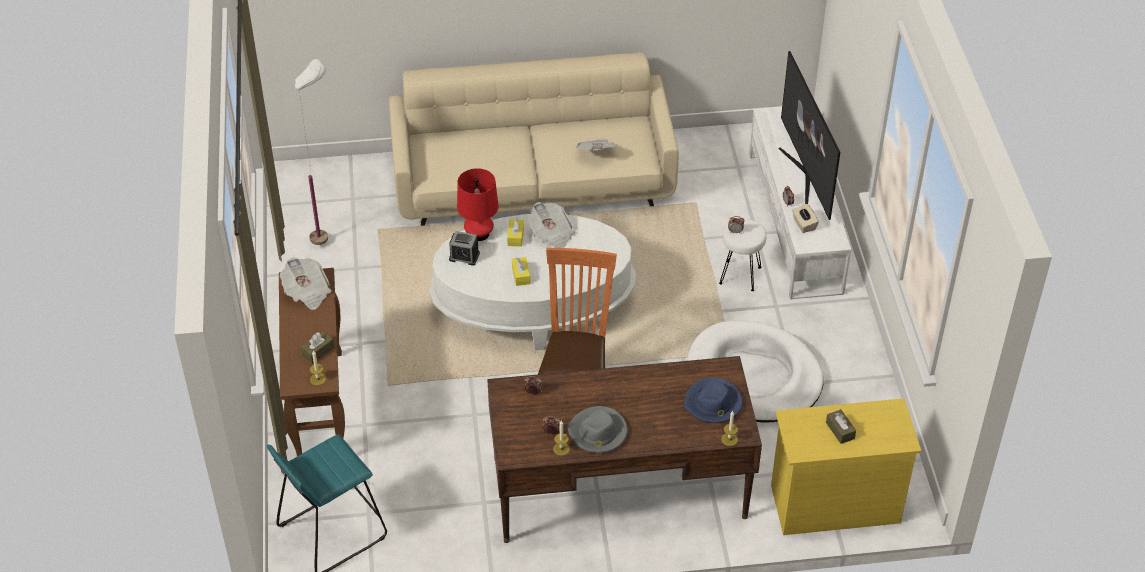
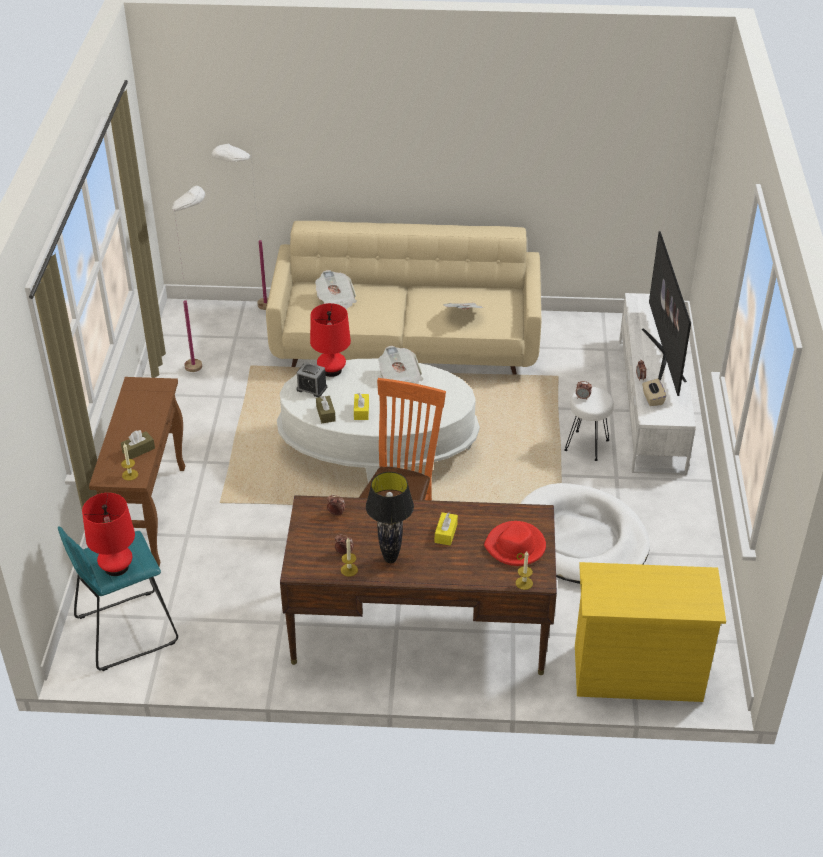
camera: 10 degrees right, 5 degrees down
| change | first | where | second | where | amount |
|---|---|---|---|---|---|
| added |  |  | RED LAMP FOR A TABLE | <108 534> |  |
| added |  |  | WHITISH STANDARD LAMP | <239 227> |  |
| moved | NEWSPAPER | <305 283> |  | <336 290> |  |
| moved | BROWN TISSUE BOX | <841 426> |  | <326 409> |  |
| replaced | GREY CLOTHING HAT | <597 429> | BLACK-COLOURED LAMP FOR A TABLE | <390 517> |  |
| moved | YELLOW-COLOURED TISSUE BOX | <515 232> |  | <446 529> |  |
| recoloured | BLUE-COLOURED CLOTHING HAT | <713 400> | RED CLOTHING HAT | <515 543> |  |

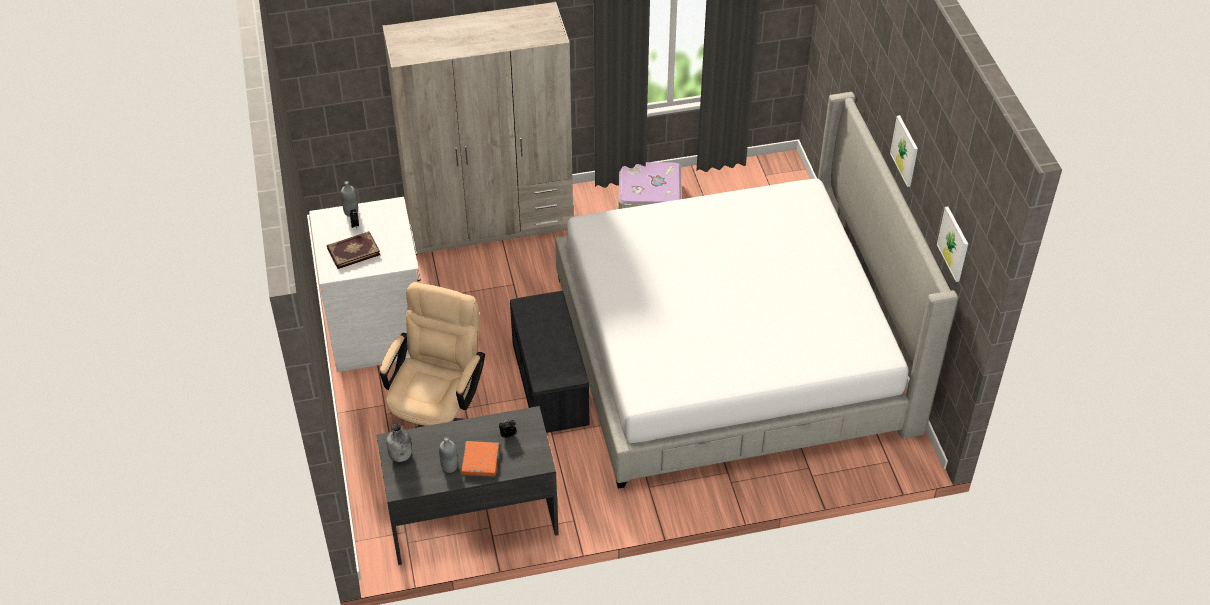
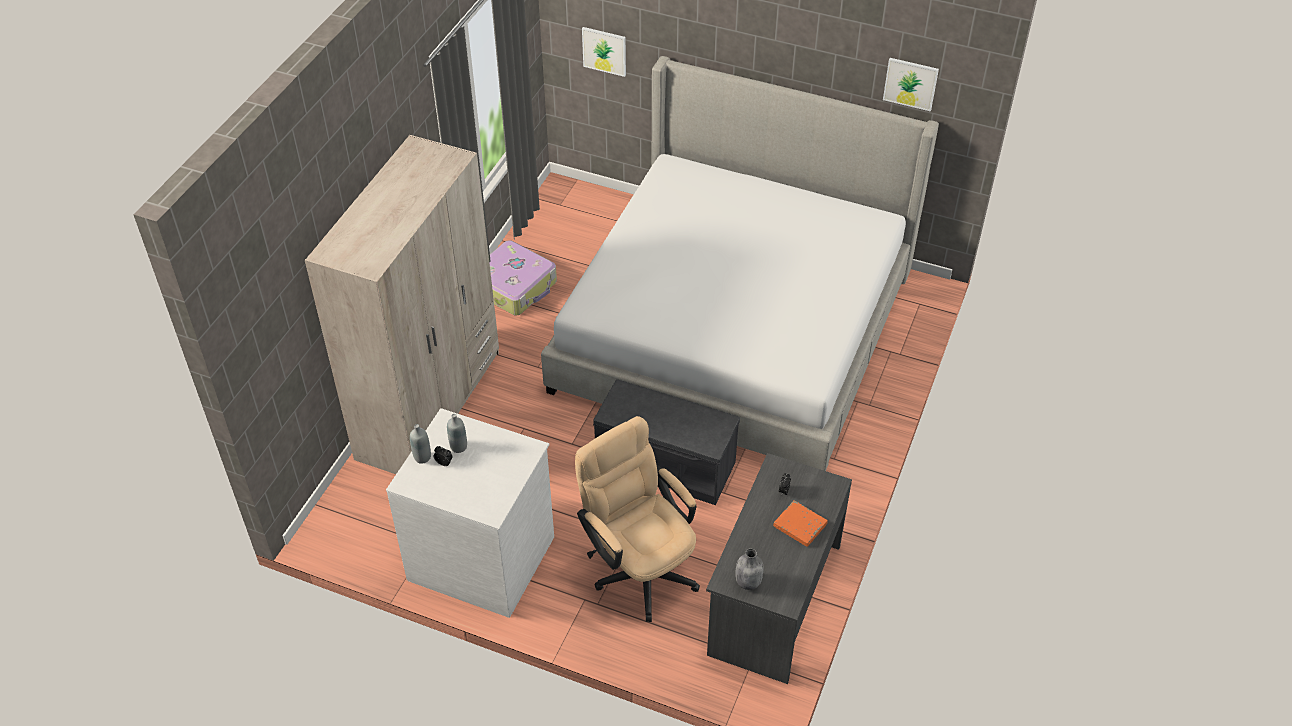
camera: 55 degrees left, 0 degrees up
| change | first | where | second | where | amount |
|---|---|---|---|---|---|
| moved | GREY DRINK BOTTLE | <448 455> |  | <457 433> |  |
| moved | WALL ART | <904 151> |  | <604 52> |  |
| removed | VOLUME | <353 250> |  |  |  |

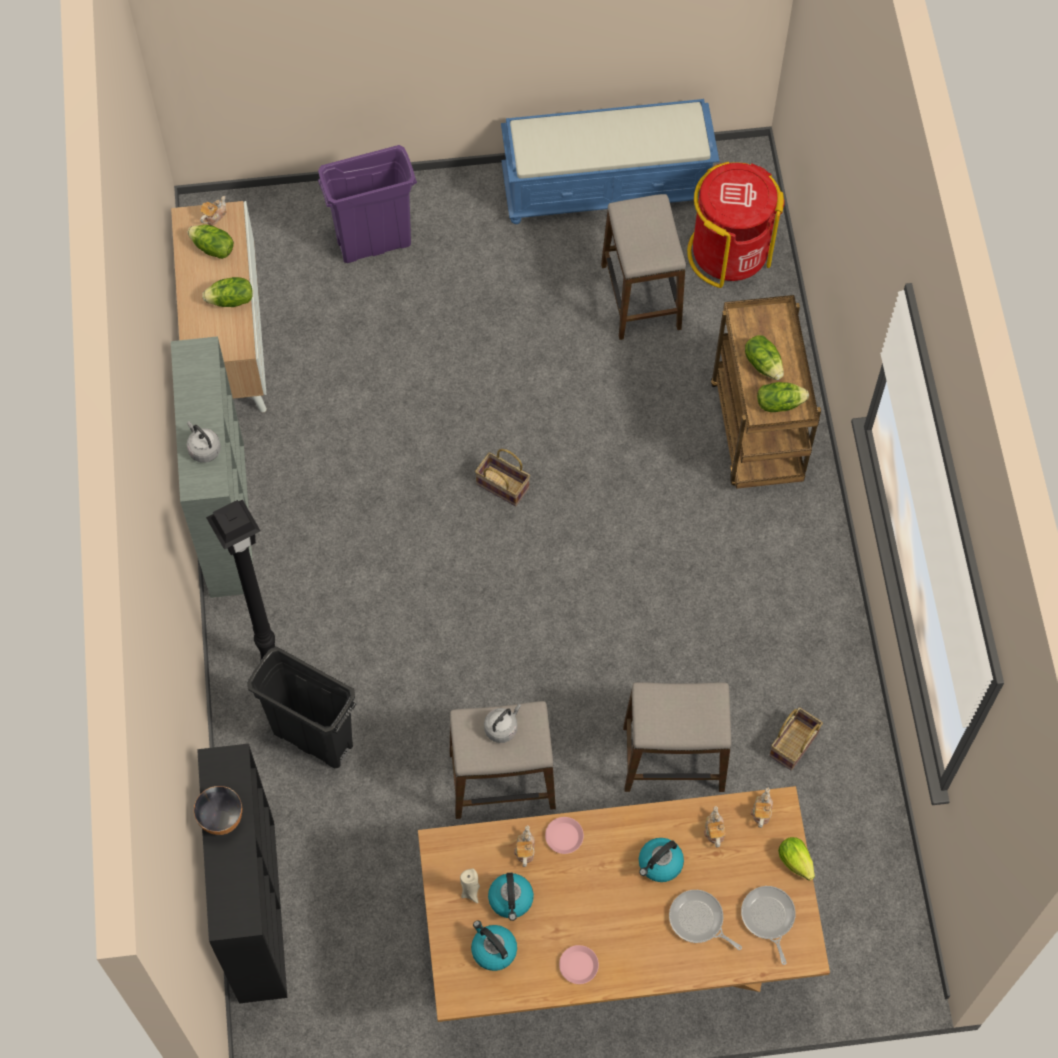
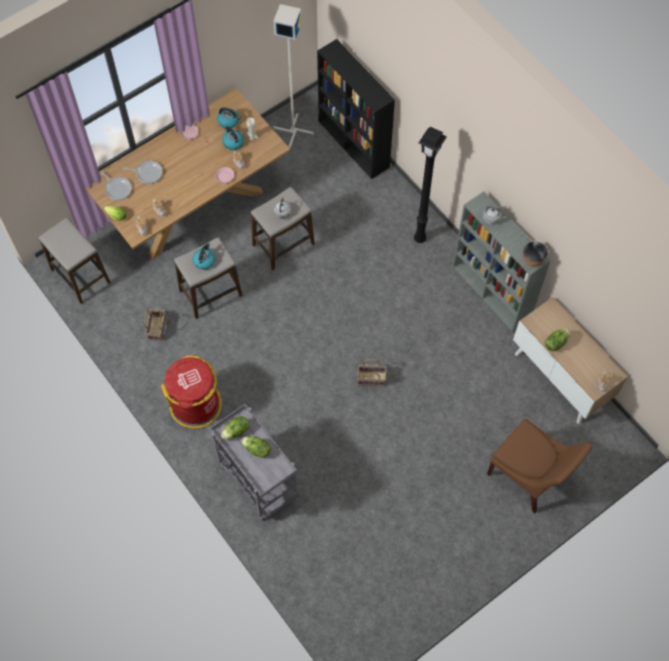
camera: 150 degrees right, 0 degrees up
| change | first | where | second | where | amount |
|---|---|---|---|---|---|
| moved | SITTING STOOL | <643 267> |  | <75 261> |  |
| moved | RED WASTE BIN | <736 225> |  | <191 392> |  |
| moved | TEA KETTLE | <661 860> |  | <204 256> |  |
| recoloured | BROWN TROLLEY | <766 392> | GREY TROLLEY | <254 462> |  |
| added |  |  | GREY STANDARD LAMP | <293 76> |  |
| replaced | PURPLE WASTE BIN | <367 204> | BROWN CHAIR | <539 466> |  |
| moved | BOWL | <218 810> |  | <535 254> |  |
| removed | LETTUCE | <211 242> |  |  |  |
| removed | BLACK-COLOURED WASTE BIN | <301 707> |  |  |  |
| removed | BLUE-COLOURED BENCH | <610 161> |  |  |  |

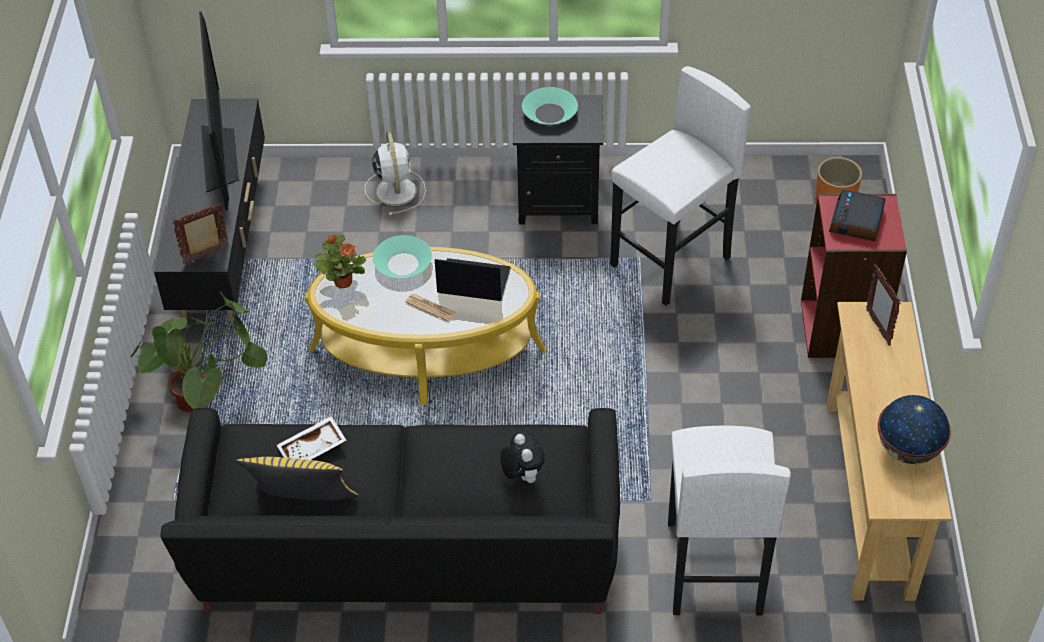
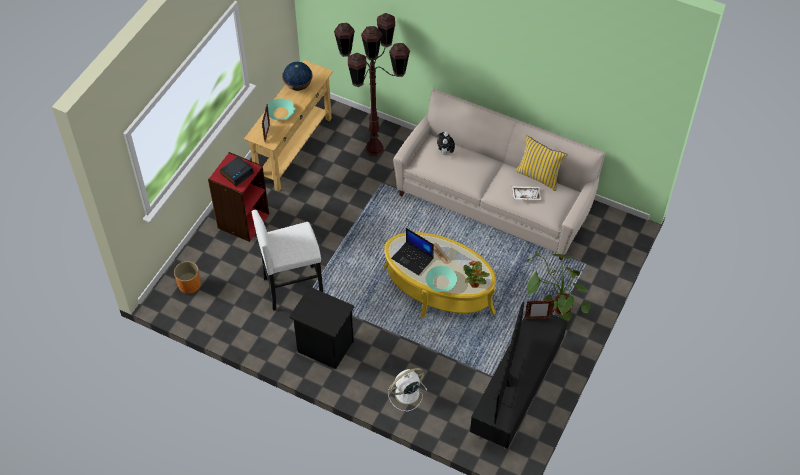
camera: 155 degrees left, 5 degrees up
| change | first | where | second | where | amount |
|---|---|---|---|---|---|
| moved | BLUE-GREEN BOWL | <550 105> |  | <281 109> |  |
| replaced | WHITISH SITTING STOOL | <729 520> | BROWN STANDARD LAMP | <372 84> |  |
| turned | WHITISH COOLING FAN | <395 173> |  | <408 389> | 45 degrees clockwise |
| recoloured | BLACK-COLOURED COUCH | <390 511> | SAND-COLOURED COUCH | <499 174> |  |

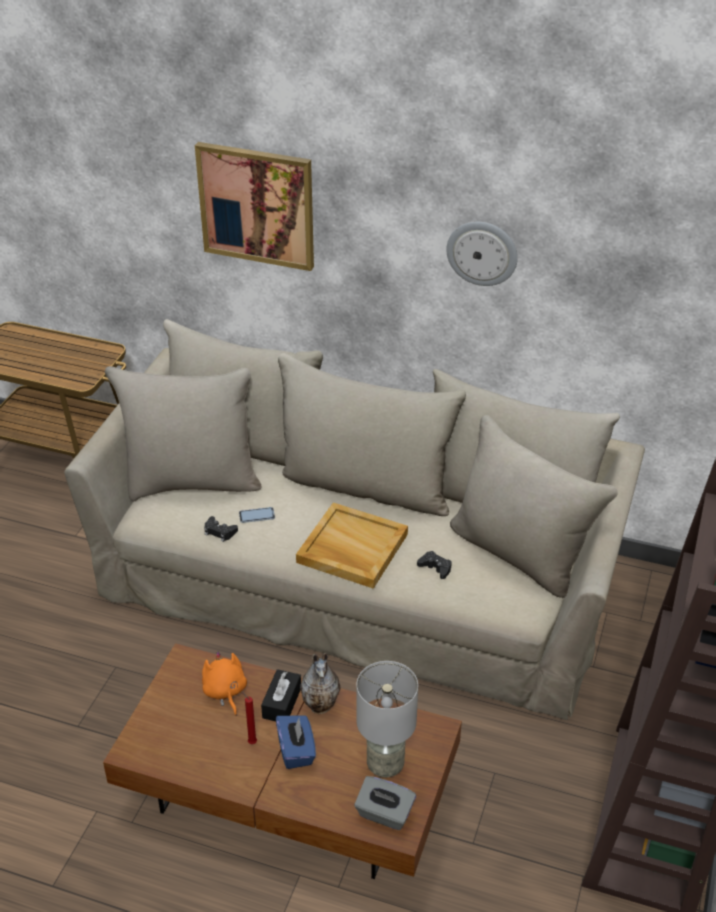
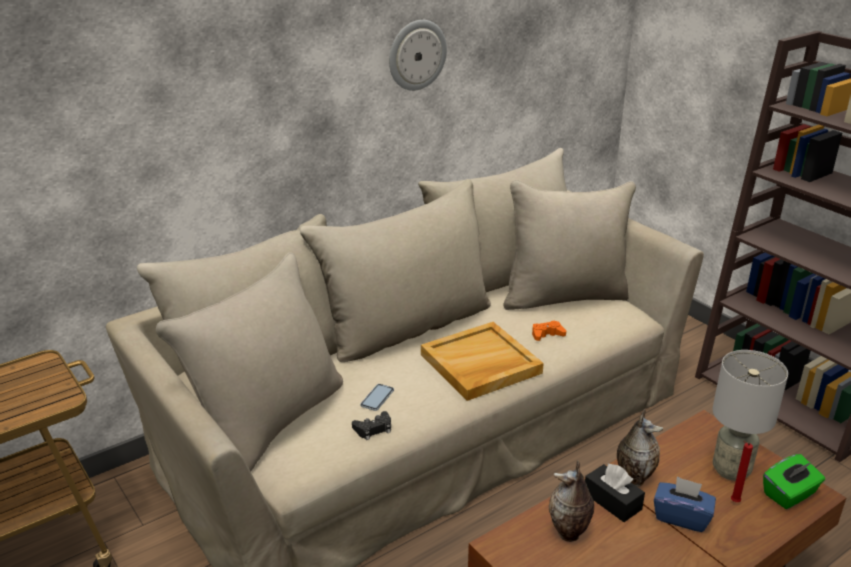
camera: 55 degrees left, 10 degrees down
| change | first | where | second | where | amount |
|---|---|---|---|---|---|
| recoloured | BLACK-COLOURED GAME CONTROLLER | <434 565> | ORANGE GAME CONTROLLER | <549 330> |  |
| replaced | ORANGE CUDDLY TOY | <224 683> | VASE | <571 501> |  |
| moved | RED CANDLE | <249 717> |  | <742 471> |  |
| recoloured | GREY TISSUE BOX | <385 803> | GREENISH TISSUE BOX | <794 481> |  |
| removed | WALL ART | <254 206> |  |  |  |

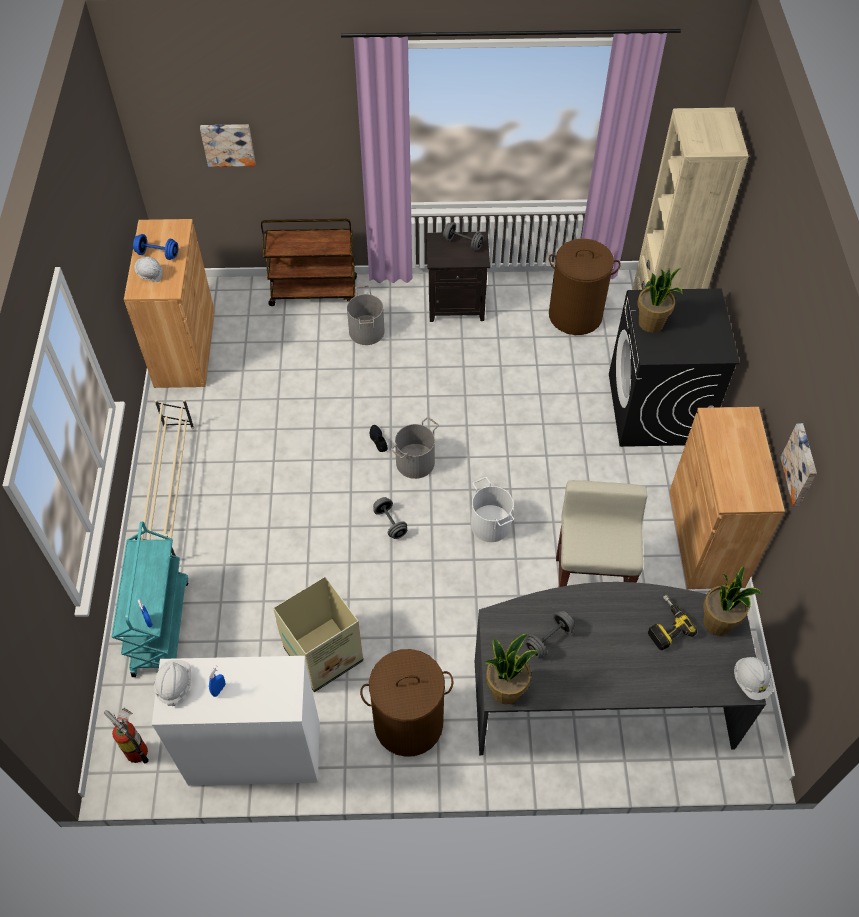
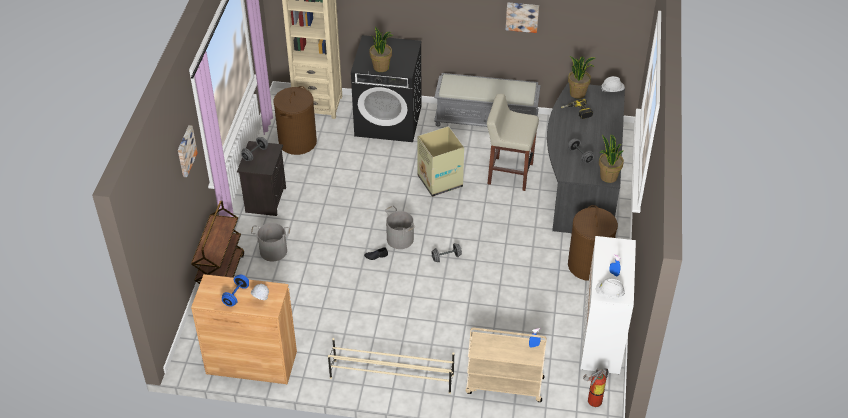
camera: 80 degrees left, 10 degrees down
| change | first | where | second | where | amount |
|---|---|---|---|---|---|
| moved | WALL ART | <227 145> |  | <188 151> |  |
| moved | CARDBOARD BOX | <318 634> |  | <440 161> |  |
| replaced | BROWN CABINET | <727 498> | GREY BENCH | <487 100> |  |
| recoloured | BLUE-GREEN TROLLEY | <150 599> | SAND-COLOURED TROLLEY | <506 365> |  |
| removed | WHITISH PAIL | <492 509> |  |  |  |

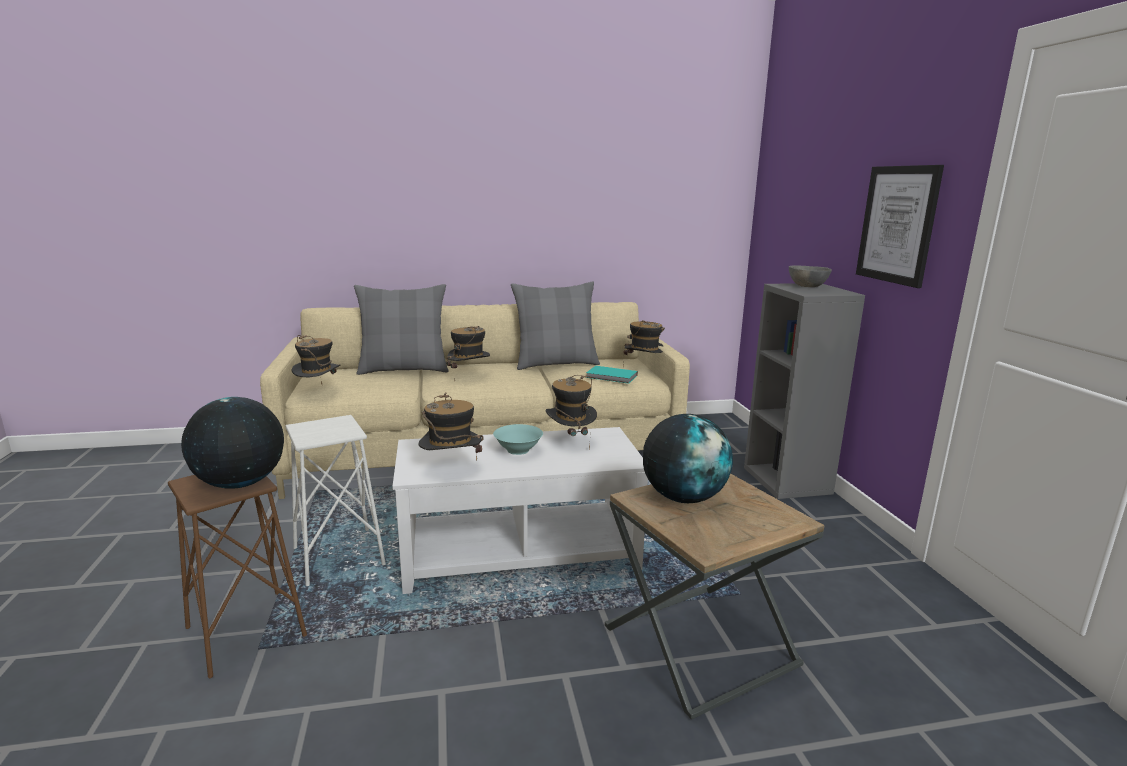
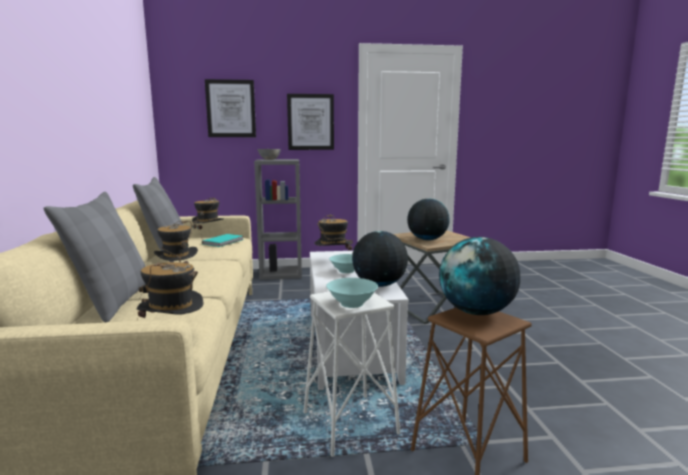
camera: 85 degrees left, 5 degrees down
| change | first | where | second | where | amount |
|---|---|---|---|---|---|
| added |  |  | WALL ART | <230 108> |  |
| added |  |  | BLUE-GREEN BOWL | <352 293> |  |
| replaced | CLOTHING HAT | <451 427> | WORLD GLOBE | <380 259> |  |

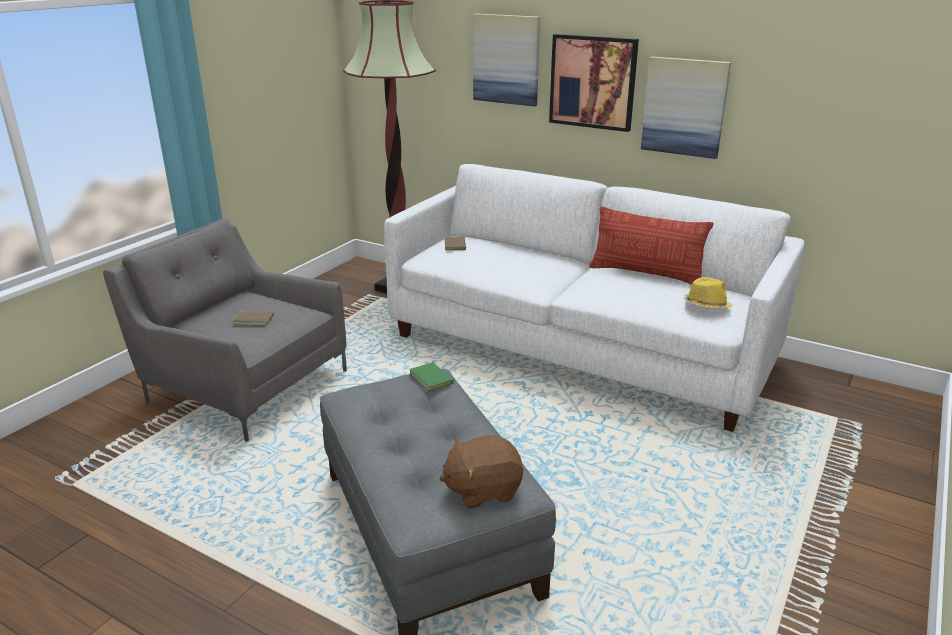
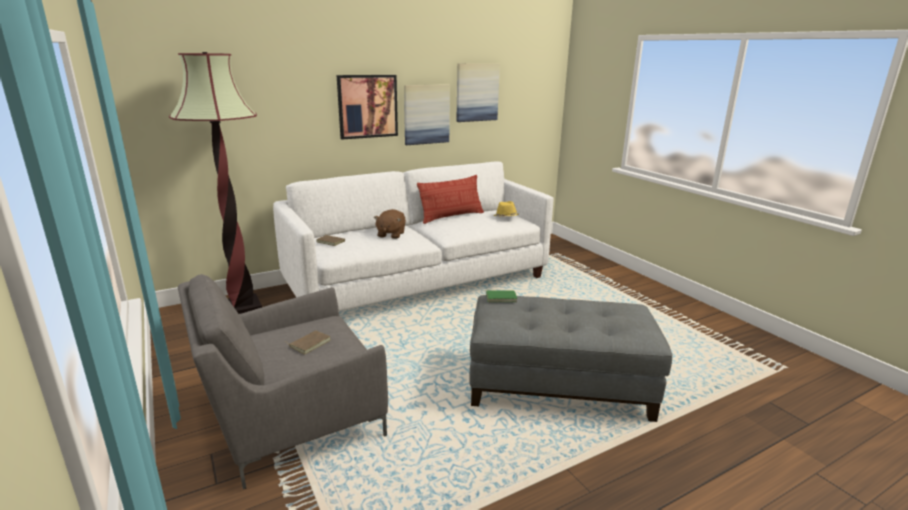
camera: 60 degrees left, 5 degrees down
| change | first | where | second | where | amount |
|---|---|---|---|---|---|
| moved | BROWN CUDDLY TOY | <481 471> |  | <390 224> |  |
| moved | WALL ART | <506 60> |  | <478 93> |  |

